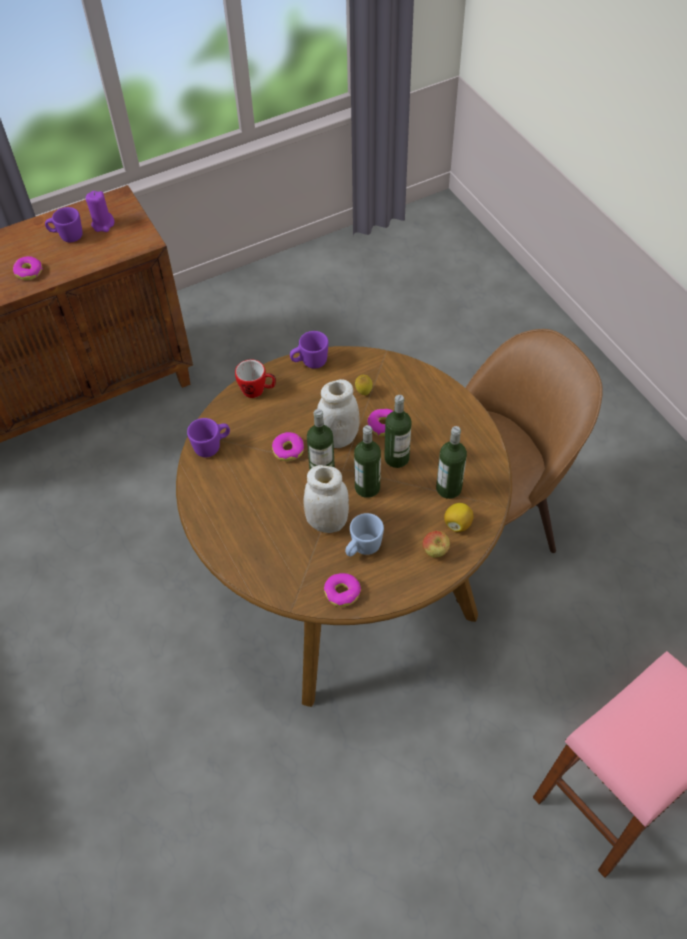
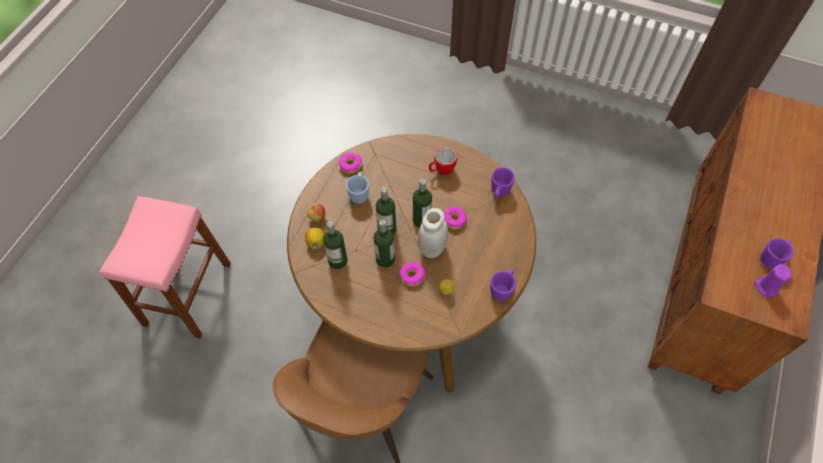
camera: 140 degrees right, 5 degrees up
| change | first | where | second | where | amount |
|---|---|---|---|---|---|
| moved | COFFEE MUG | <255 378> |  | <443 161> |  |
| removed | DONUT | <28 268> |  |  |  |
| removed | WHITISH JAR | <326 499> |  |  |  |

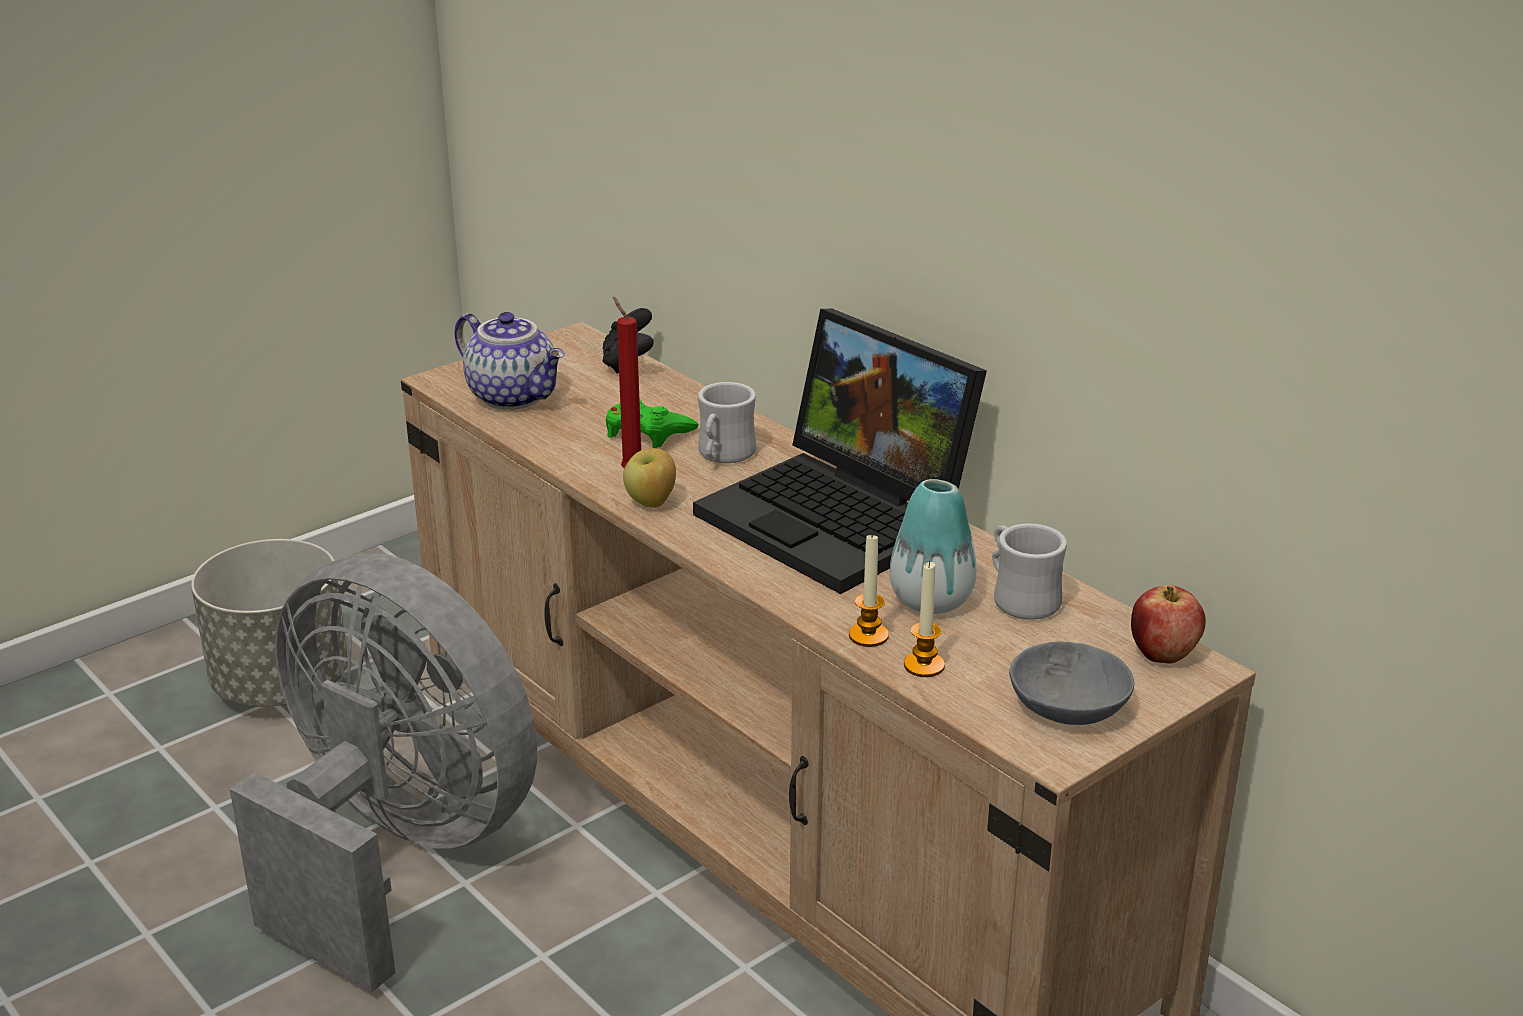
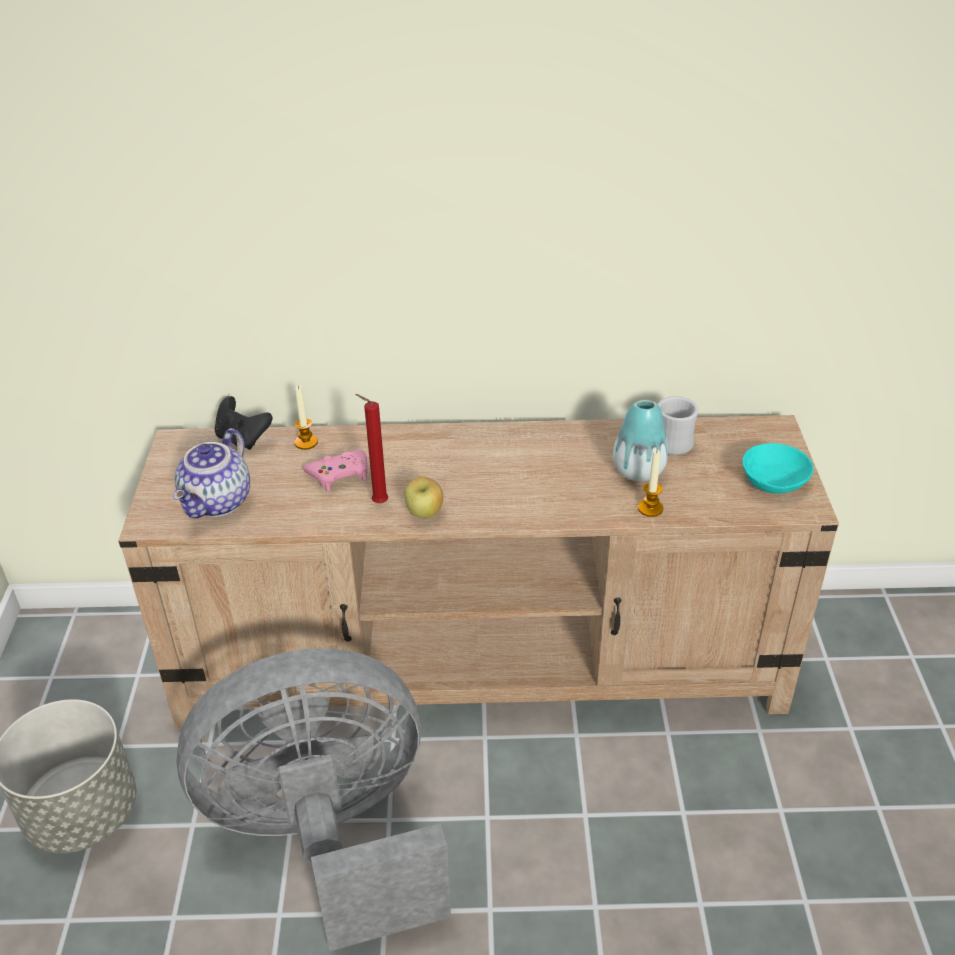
camera: 50 degrees left, 10 degrees up
| change | first | where | second | where | amount |
|---|---|---|---|---|---|
| turned | POT FOR TEA | <510 361> |  | <211 473> | 120 degrees clockwise |
| moved | CANDLE | <924 619> |  | <306 417> |  |
| recoloured | GREENISH GAME CONTROLLER | <652 423> | PINK-COLOURED GAME CONTROLLER | <335 470> |  |
| recoloured | GREY BOWL | <1071 683> | BLUE-GREEN BOWL | <778 468> |  |
| removed | PORTABLE COMPUTER | <840 451> |  |  |  |
| removed | WHITISH COFFEE MUG | <727 422> |  |  |  |
| removed | APPLE | <1168 624> |  |  |  |

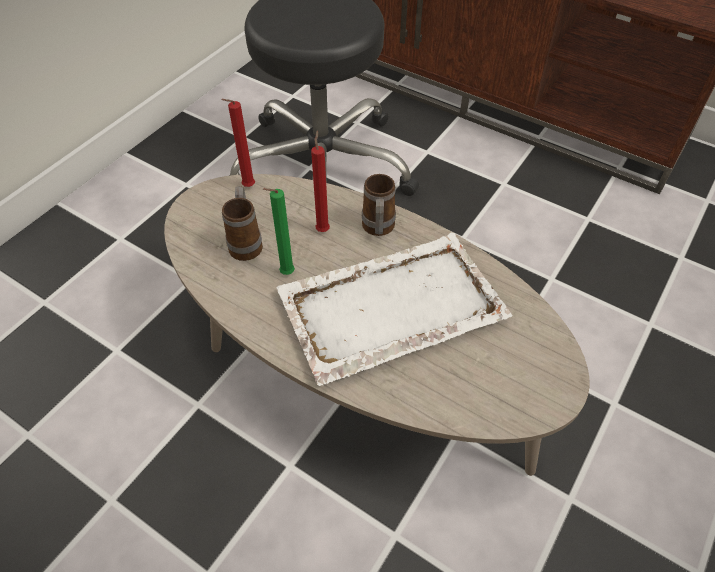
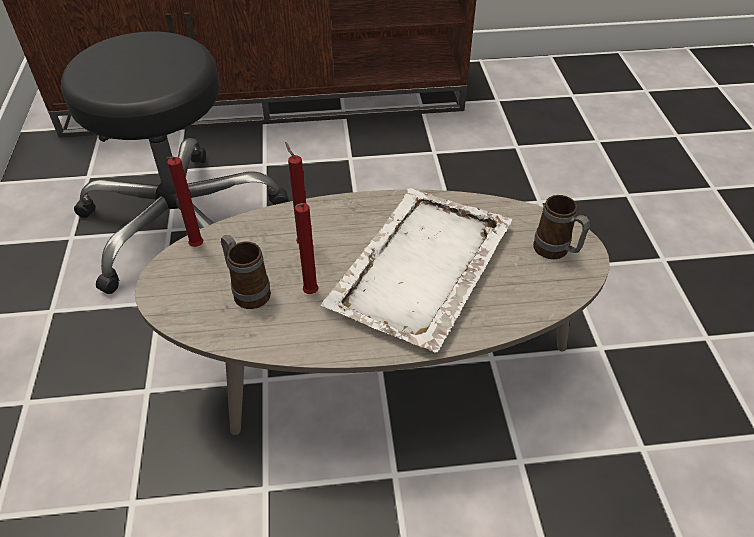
camera: 40 degrees left, 5 degrees down
| change | first | where | second | where | amount |
|---|---|---|---|---|---|
| recoloured | GREENISH CANDLE | <279 231> | RED CANDLE | <306 248> |  |
| moved | COFFEE MUG | <379 205> |  | <561 227> |  |

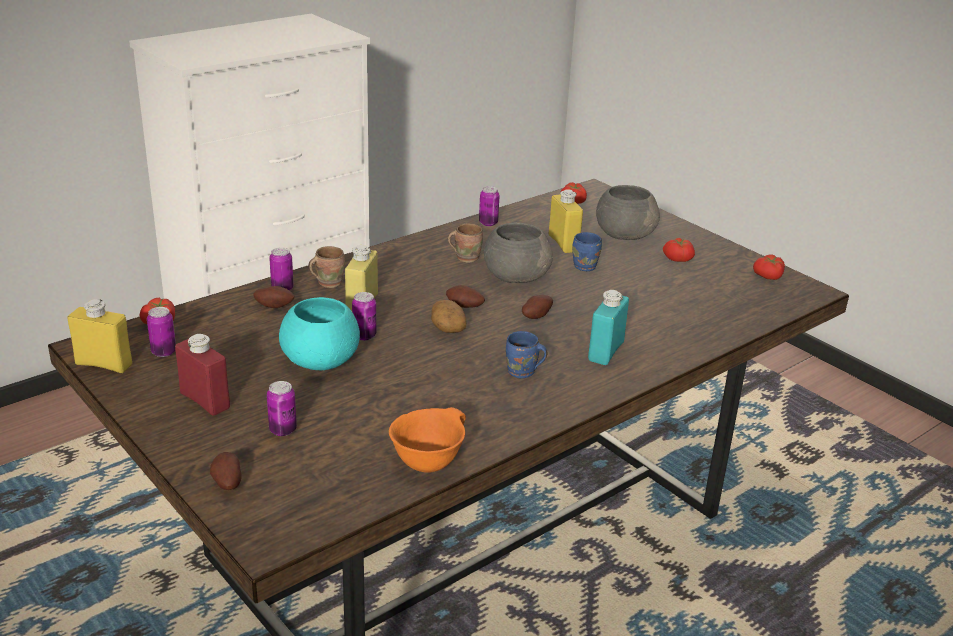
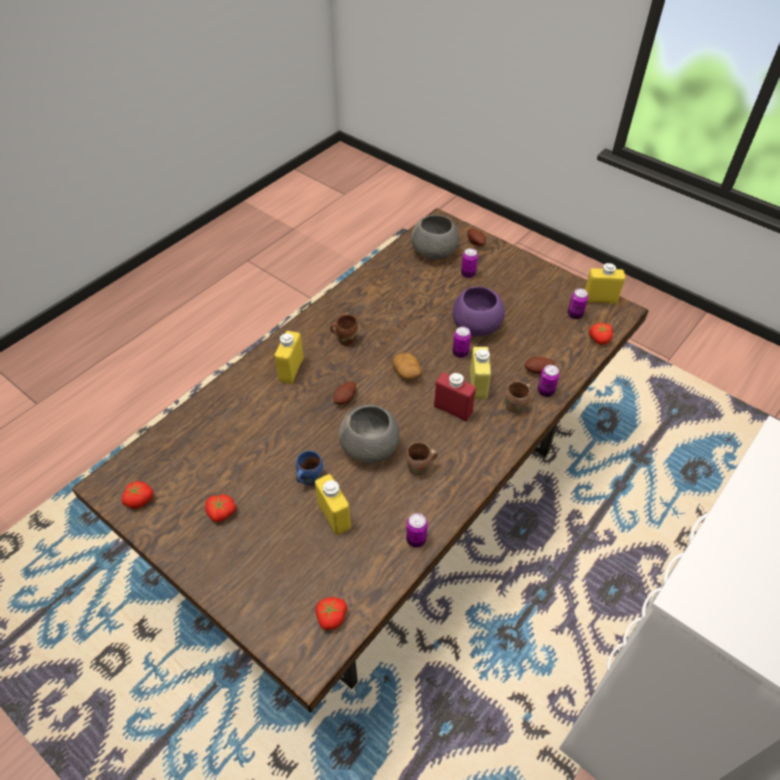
camera: 170 degrees right, 20 degrees up
| change | first | where | second | where | amount |
|---|---|---|---|---|---|
| recoloured | BLUE-GREEN DRINK BOTTLE | <608 327> | YELLOW-COLOURED DRINK BOTTLE | <289 357> |  |
| recoloured | BLUE-COLOURED COFFEE MUG | <526 354> | BROWN COFFEE MUG | <344 330> |  |
| moved | GREY BOWL | <628 212> |  | <435 237> |  |
| moved | RED DRINK BOTTLE | <202 375> |  | <455 396> |  |
| recoloured | BLUE-GREEN BOWL | <319 333> | PURPLE BOWL | <479 311> |  |
| removed | ORANGE BOWL | <427 440> |  |  |  |
| removed | POTATO | <465 296> |  |  |  |

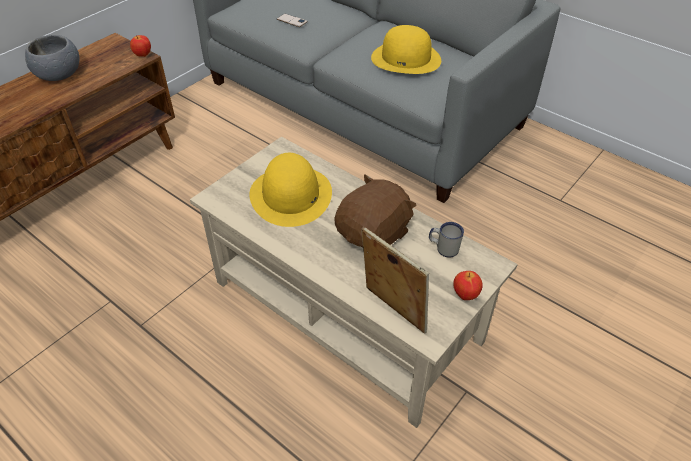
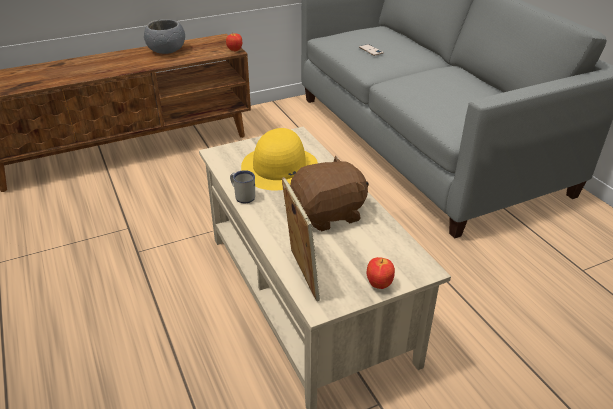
camera: 25 degrees right, 10 degrees down
| change | first | where | second | where | amount |
|---|---|---|---|---|---|
| moved | WHITISH COFFEE MUG | <446 239> |  | <242 186> |  |
| removed | YELLOW-COLOURED CLOTHING HAT | <406 49> |  |  |  |

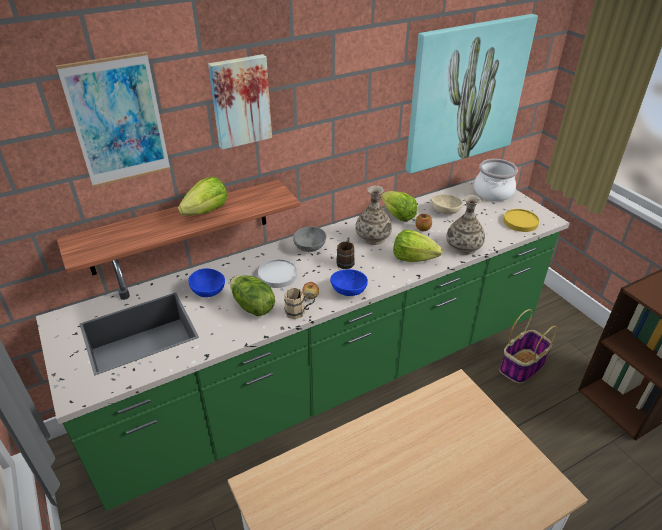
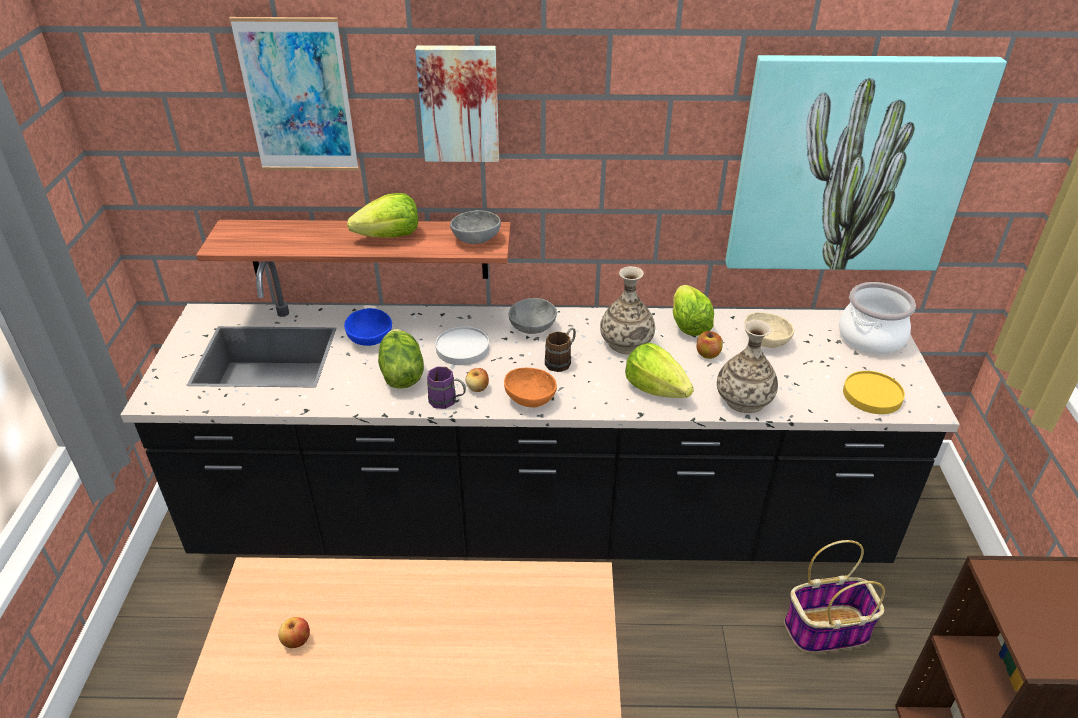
camera: 30 degrees right, 0 degrees up
| change | first | where | second | where | amount |
|---|---|---|---|---|---|
| recoloured | GREENISH KITCHEN COUNTER | <303 345> | BLACK-COLOURED KITCHEN COUNTER | <540 412> |  |
| added |  |  | APPLE | <294 632> |  |
| recoloured | SAND-COLOURED COFFEE MUG | <299 303> | PURPLE COFFEE MUG | <446 387> |  |
| added |  |  | GREY BOWL | <475 227> |  |
| recoloured | BLUE-COLOURED BOWL | <349 282> | ORANGE BOWL | <530 387> |  |

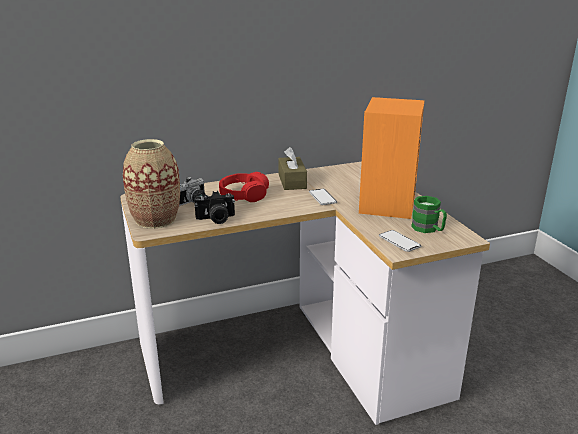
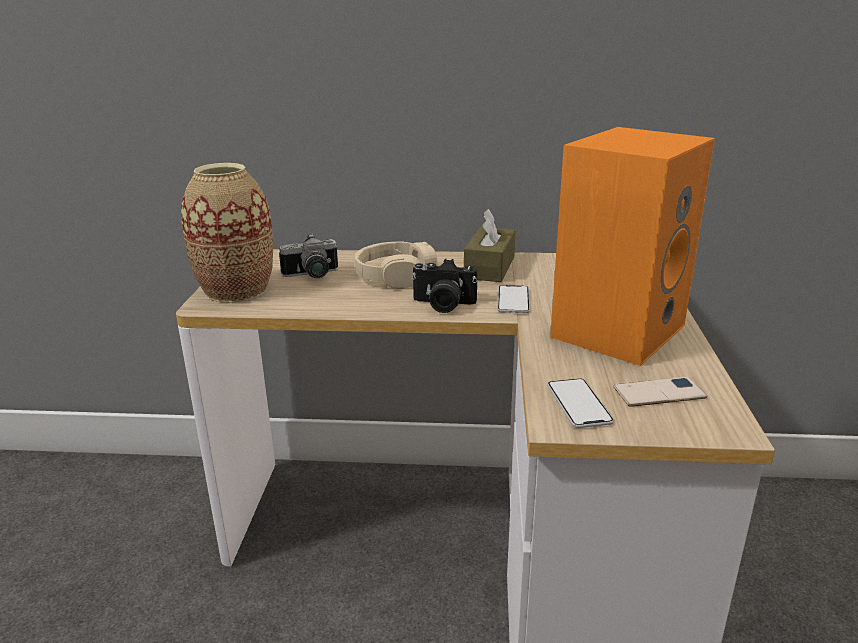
camera: 25 degrees right, 0 degrees up
| change | first | where | second | where | amount |
|---|---|---|---|---|---|
| recoloured | RED HEADSET | <244 187> | SAND-COLOURED HEADSET | <396 265> |  |
| moved | PHOTO CAMERA | <214 207> |  | <444 286> |  |
| replaced | GREENISH COFFEE MUG | <429 214> | PHONE | <660 392> |  |

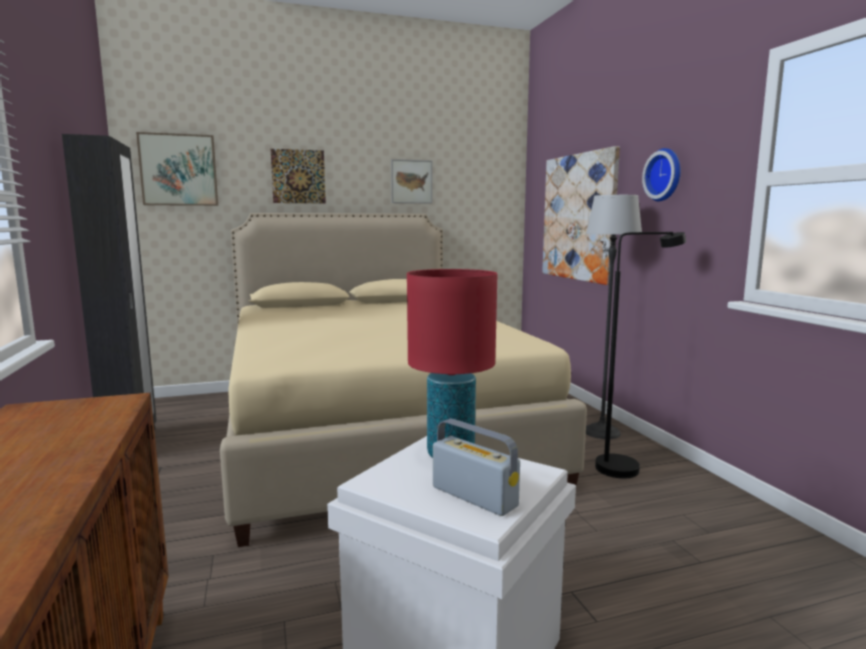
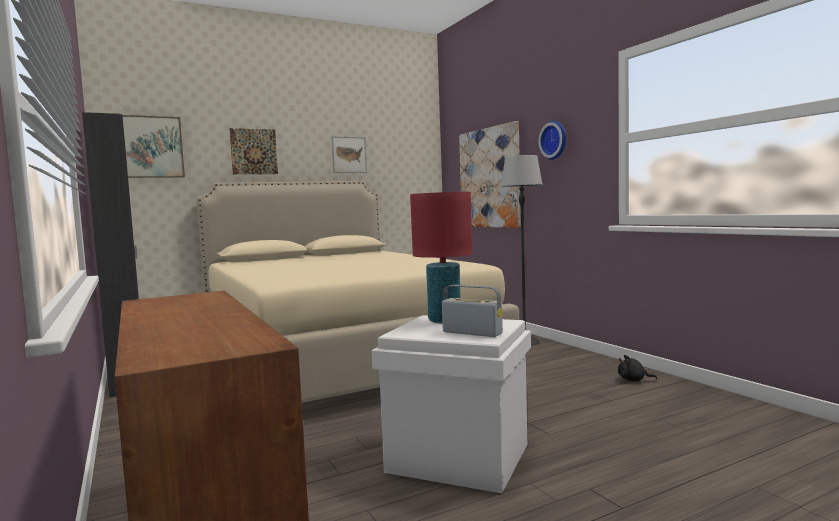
camera: 10 degrees left, 5 degrees down
| change | first | where | second | where | amount |
|---|---|---|---|---|---|
| added |  |  | BLACK-COLOURED CUDDLY TOY | <637 368> |  |
| removed | BLACK-COLOURED STANDARD LAMP | <640 355> |  |  |  |

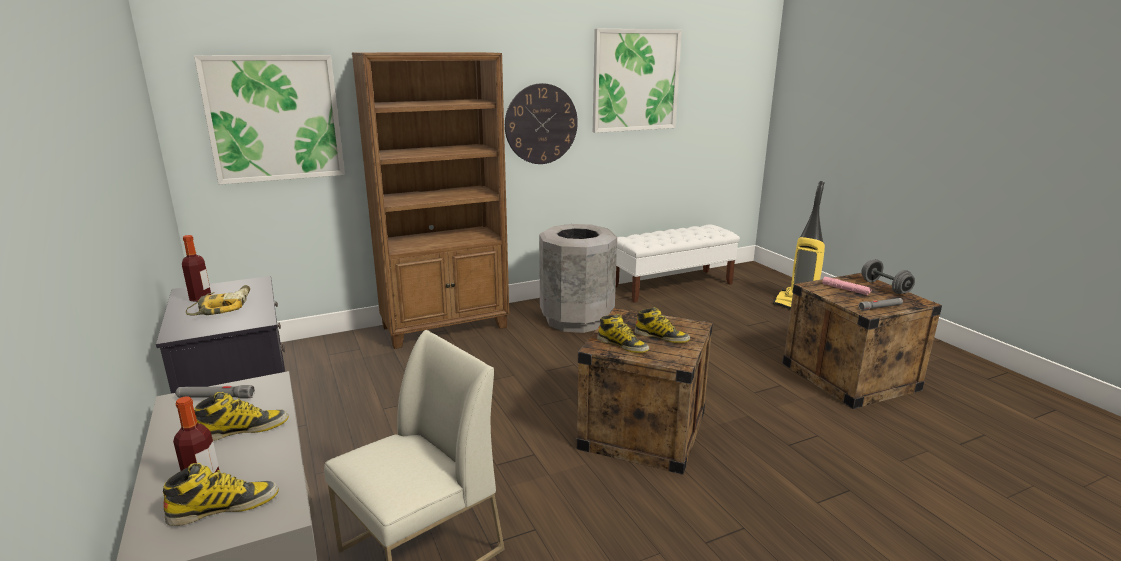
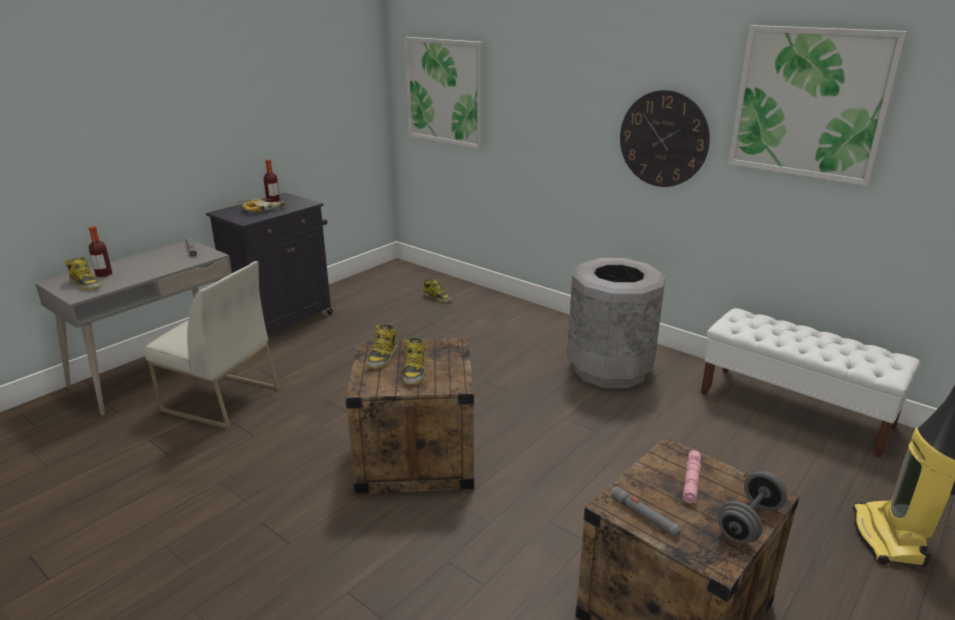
camera: 65 degrees right, 5 degrees up
| change | first | where | second | where | amount |
|---|---|---|---|---|---|
| moved | BOOT | <241 416> |  | <437 290> |  |
| removed | BROWN BOOKCASE | <430 200> |  |  |  |

